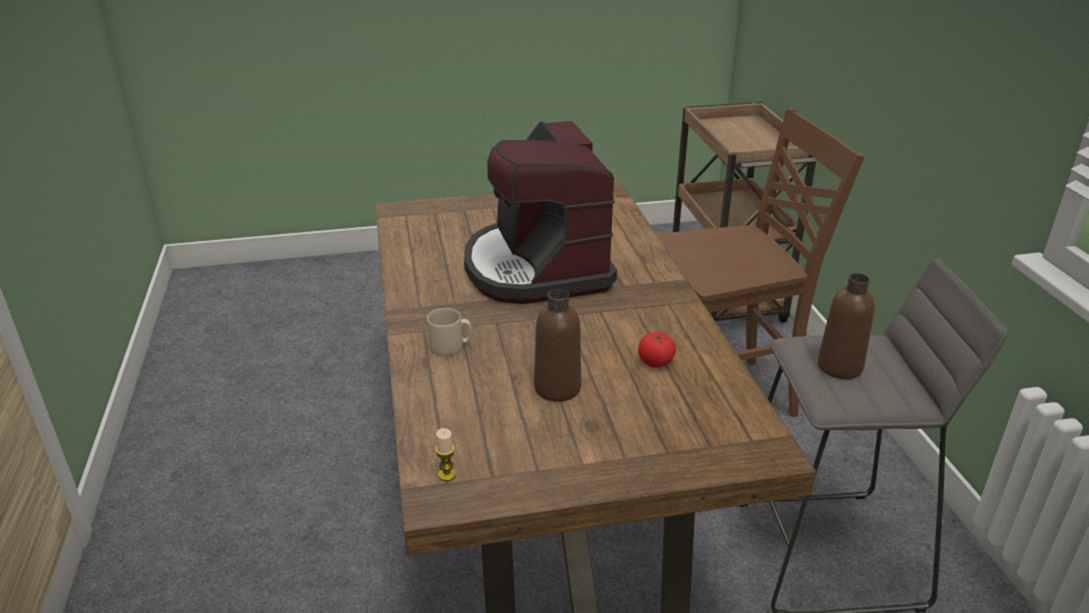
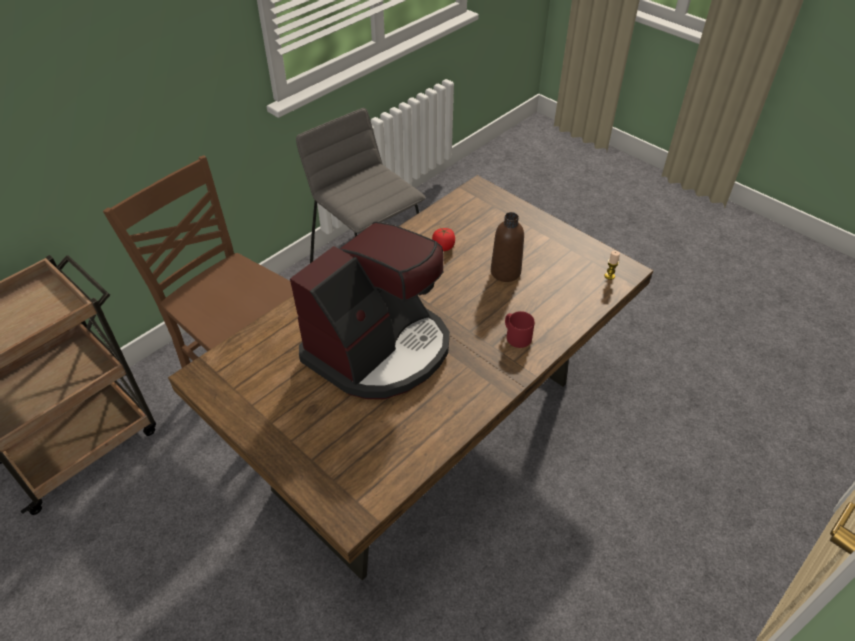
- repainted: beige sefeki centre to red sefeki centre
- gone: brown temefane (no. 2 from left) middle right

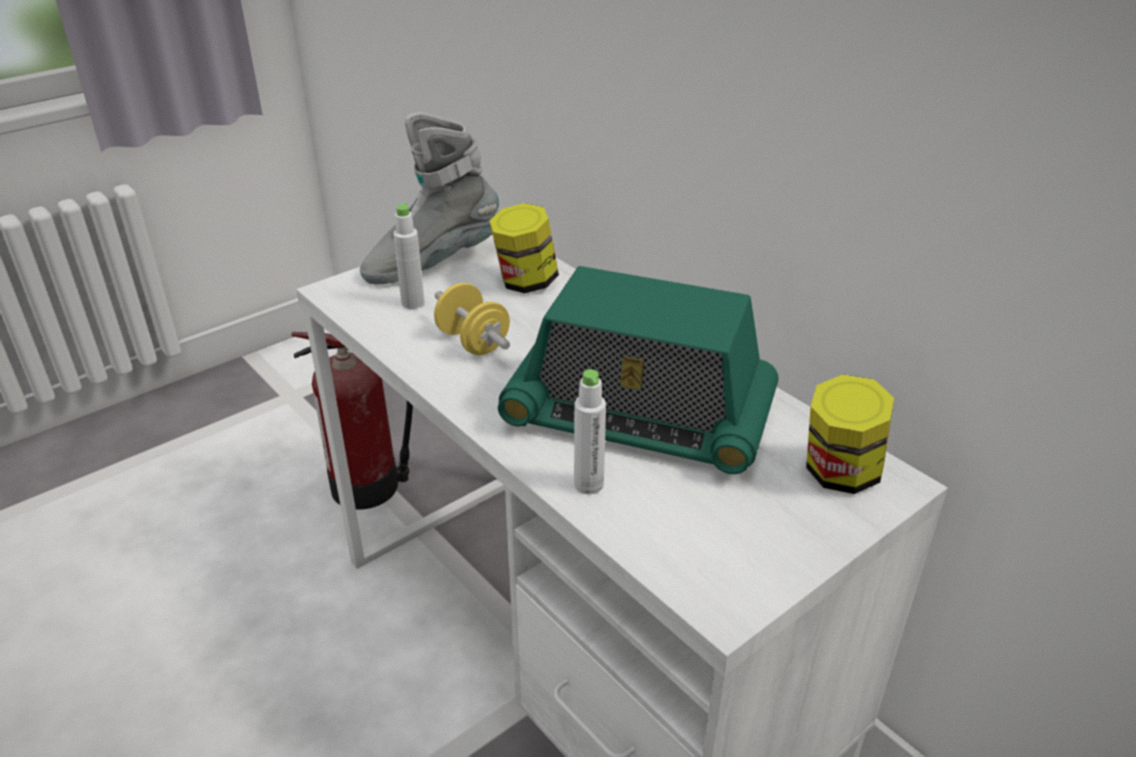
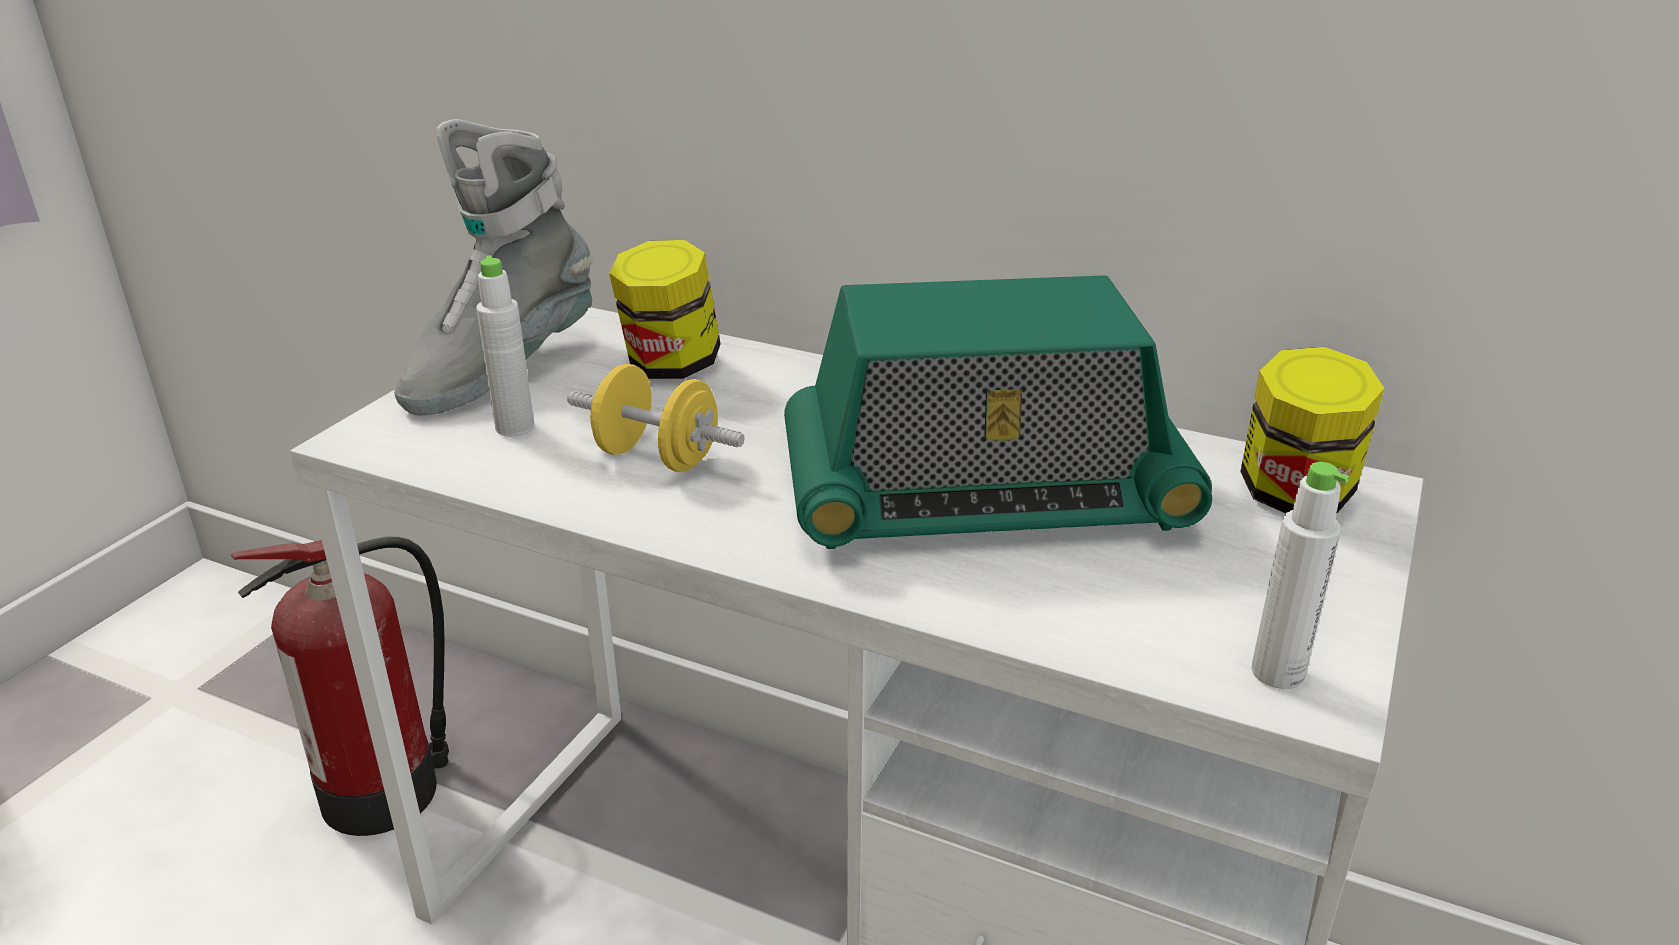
- shifted: white temefane (no. 2 from left) centre to middle right

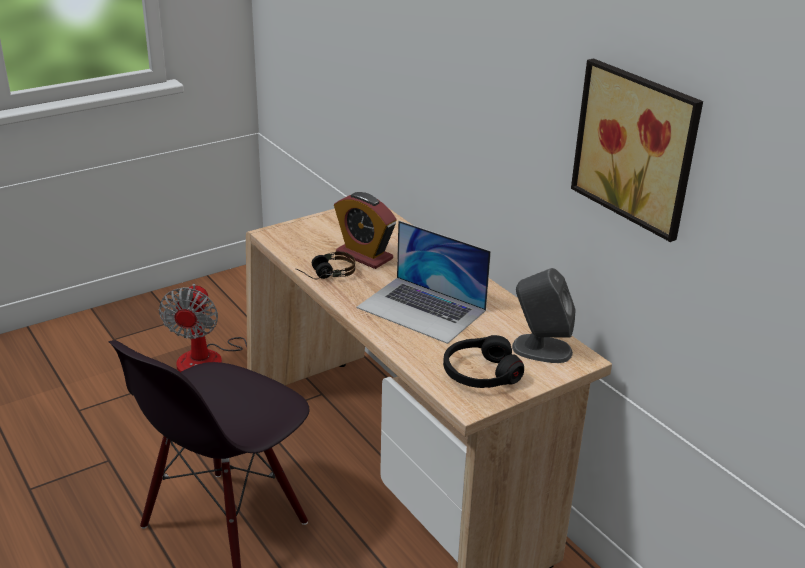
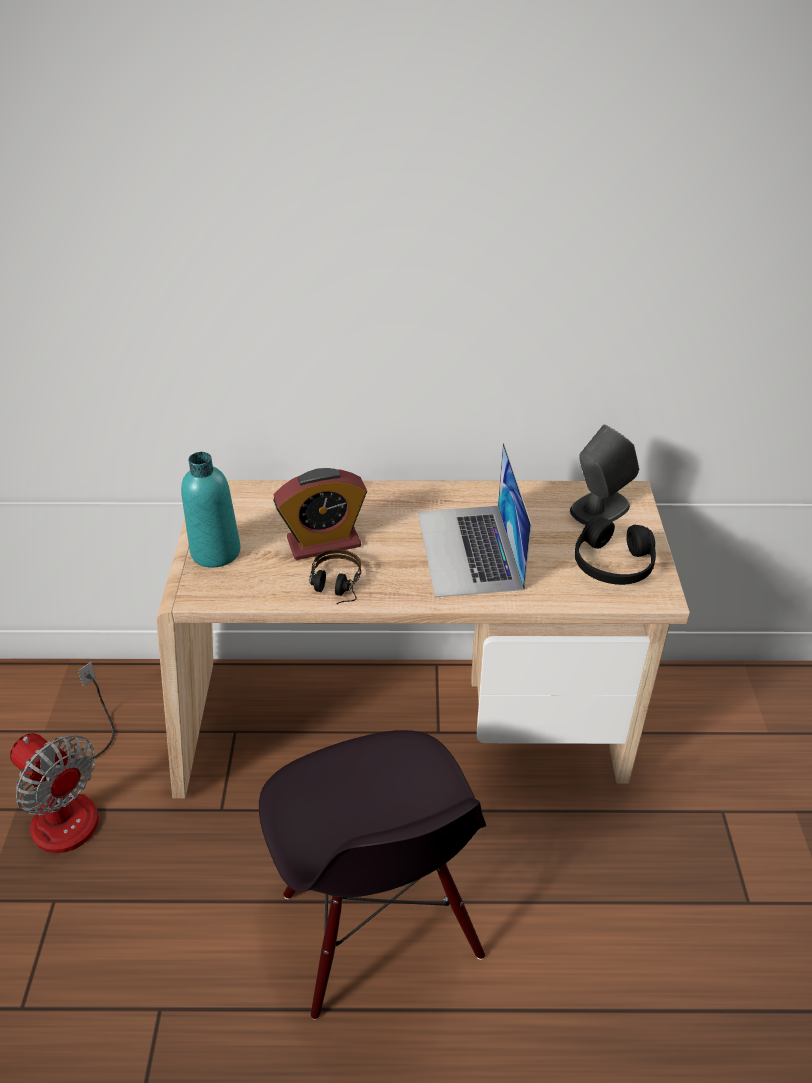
- rotated: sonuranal centre = centre 105 degrees clockwise
- gone: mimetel top right
- new: turquoise temefane middle left

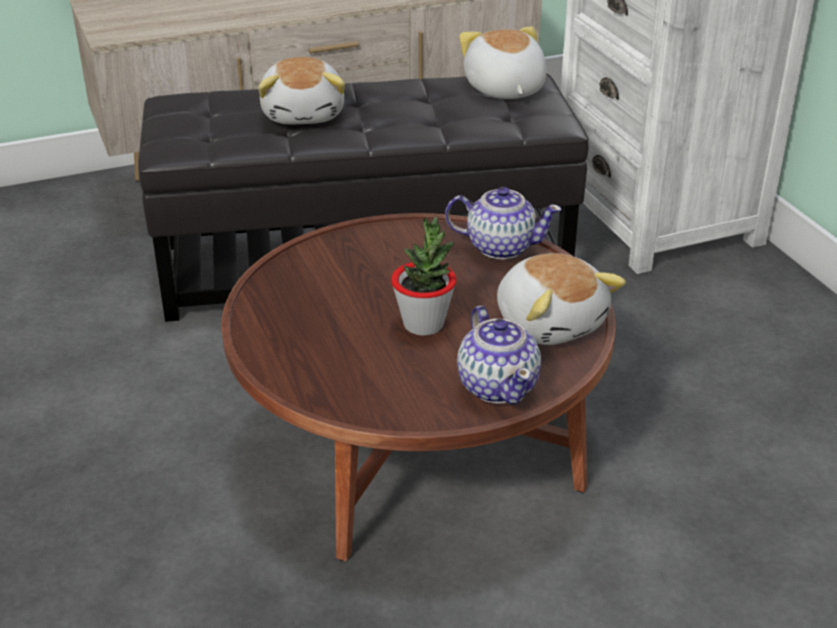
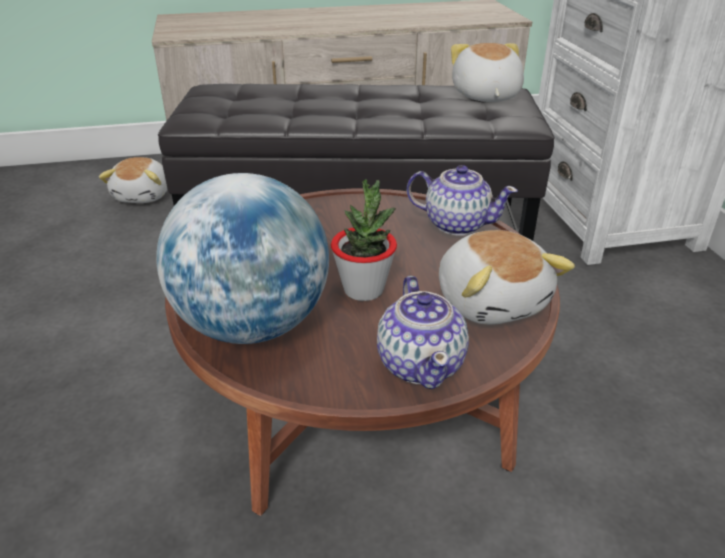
- shifted: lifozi (no. 1 from left) top centre to top left
- new: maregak centre

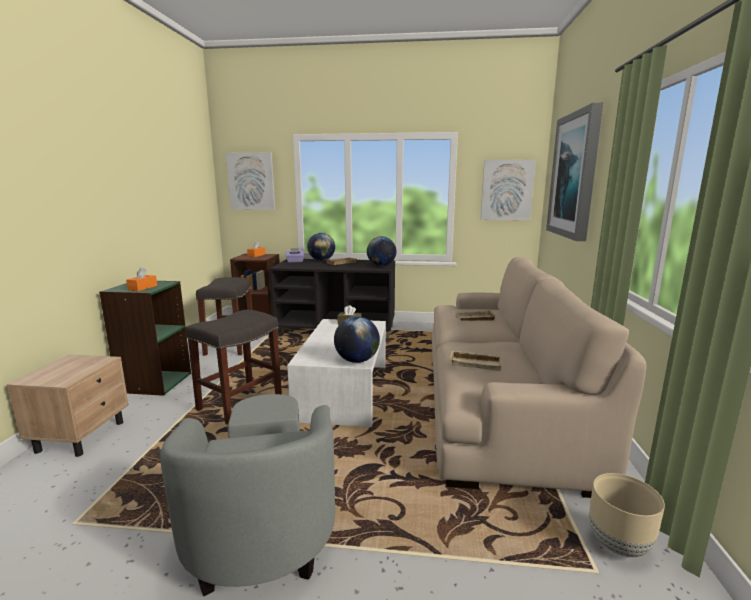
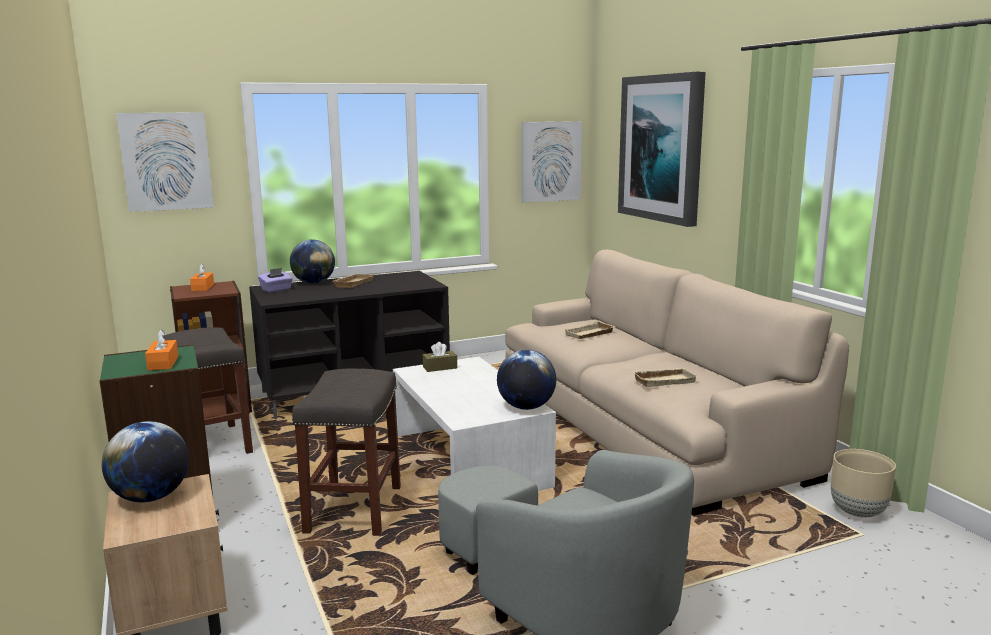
- shifted: maregak (no. 3 from left in the first image) centre to maregak (no. 1 from left) bottom left

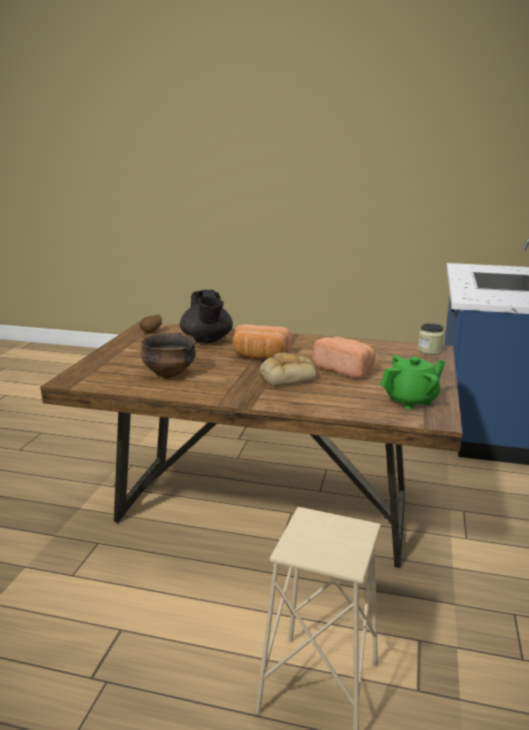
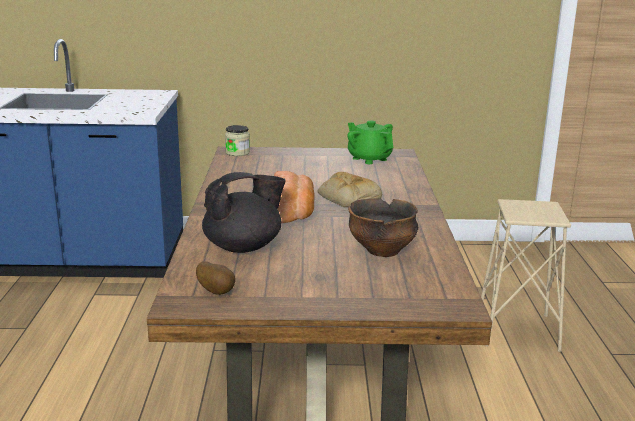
- gone: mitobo (no. 3 from left) centre

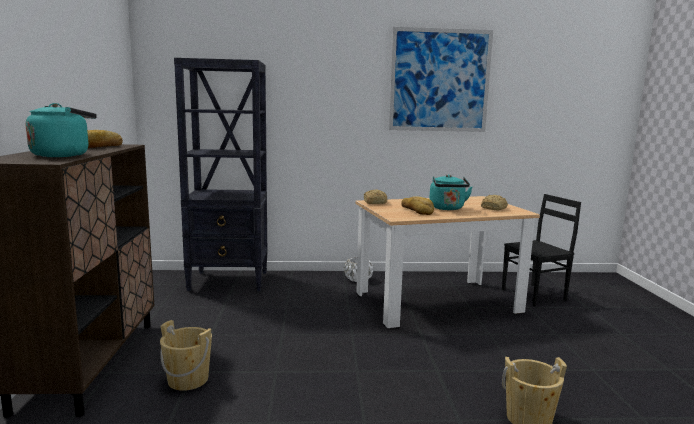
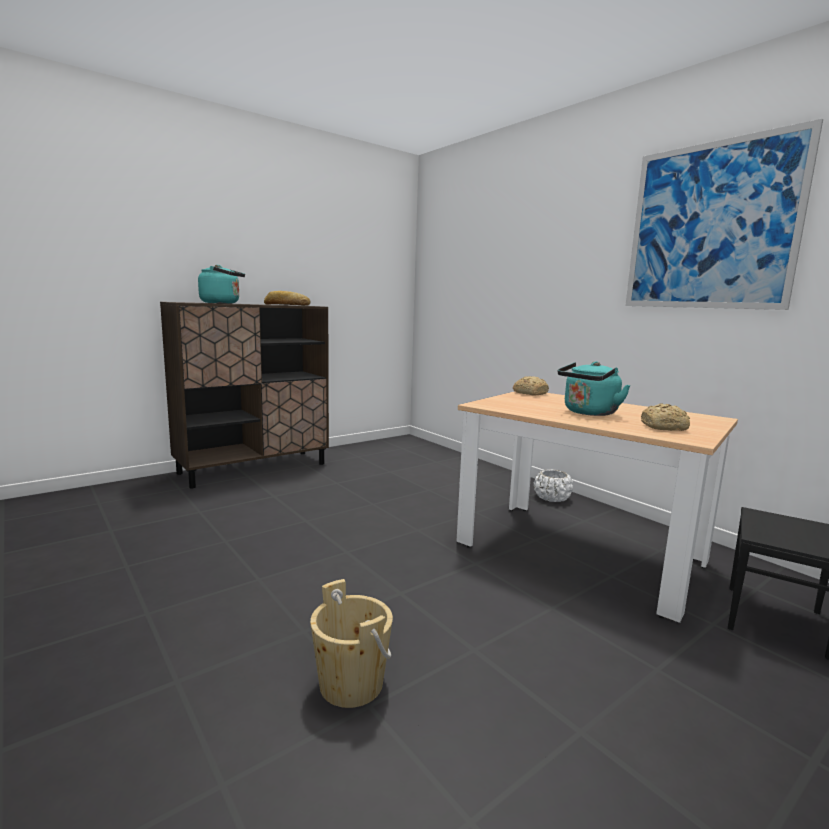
- gone: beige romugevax (no. 1 from left) bottom left
- gone: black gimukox middle left
- gone: mitobo (no. 3 from left) centre

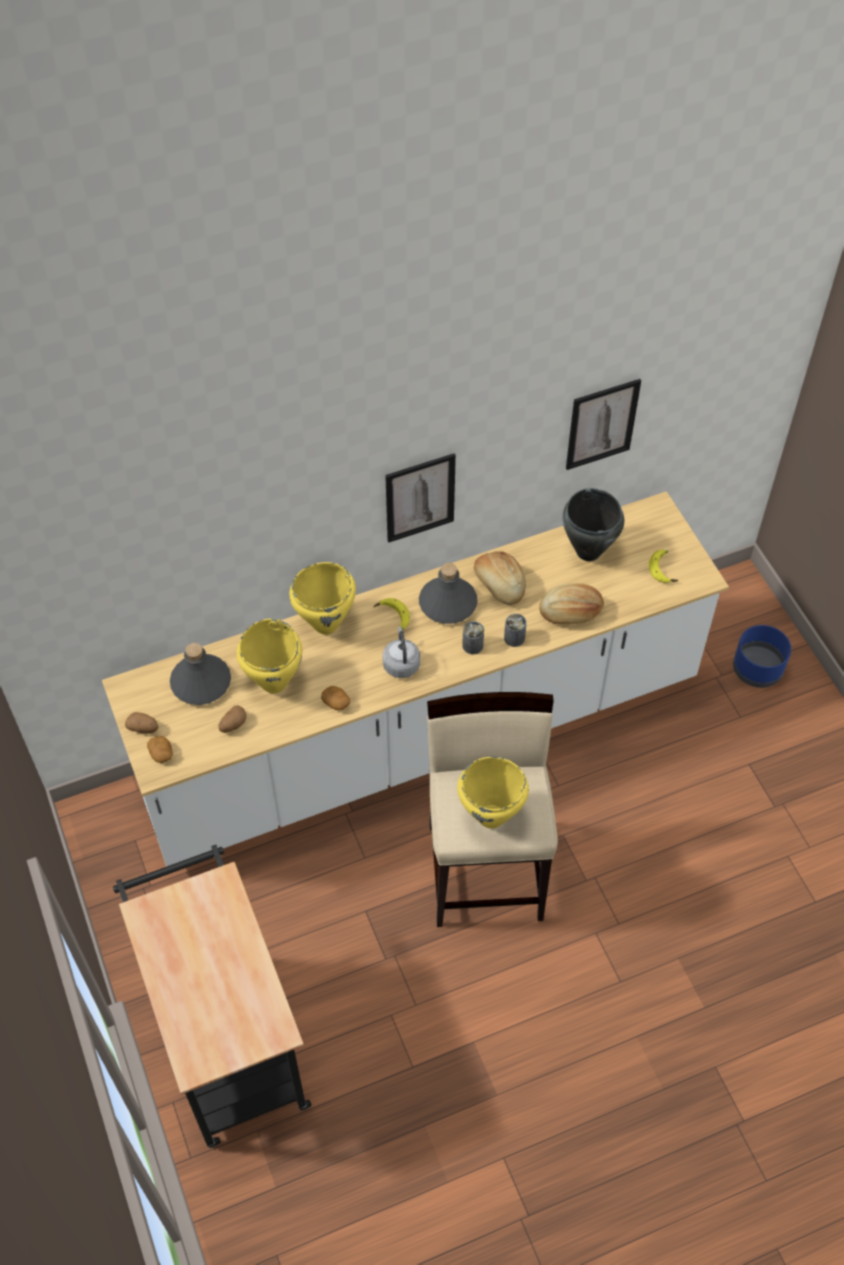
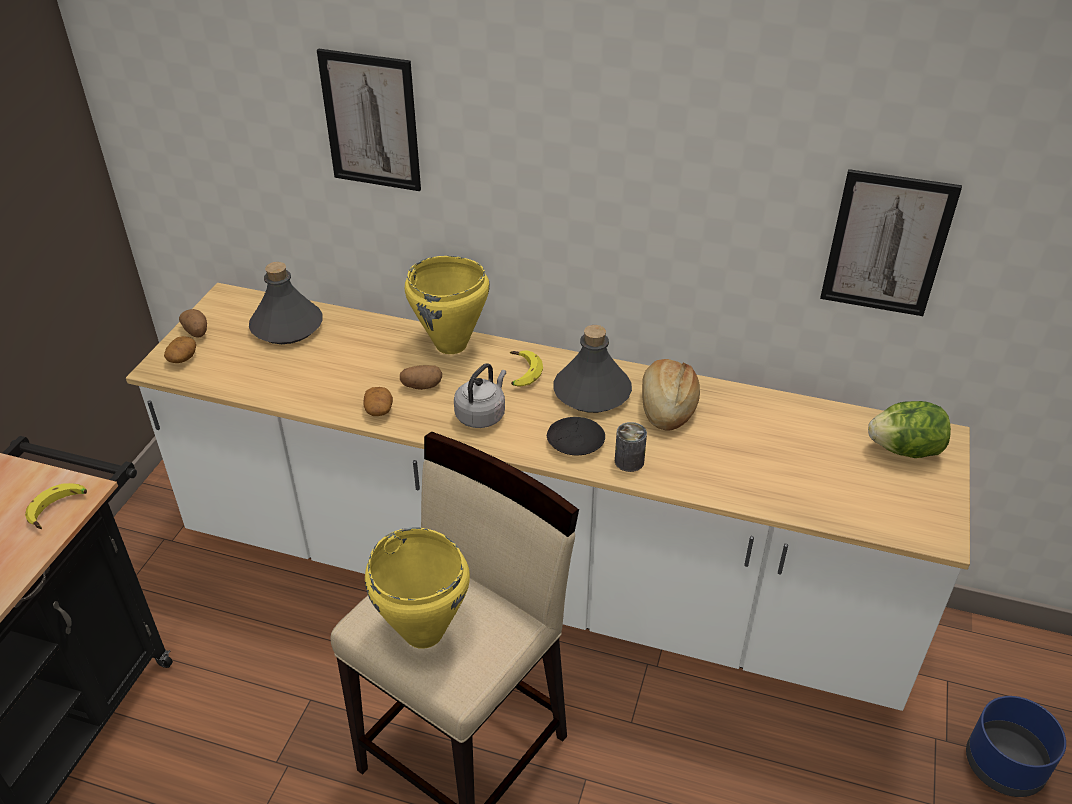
- shifted: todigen (no. 3 from left in the first image) middle left to todigen (no. 4 from left) centre
- gone: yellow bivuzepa (no. 1 from left) middle left
- shifted: mimetel (no. 1 from left) centre to top centre
- swapped: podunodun (no. 1 from left) centre to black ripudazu centre
- gone: mitobo (no. 2 from left) middle right
- gone: black bivuzepa middle right
- shifted: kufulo (no. 2 from left in the first image) middle right to kufulo (no. 1 from left) middle left
- new: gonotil middle right

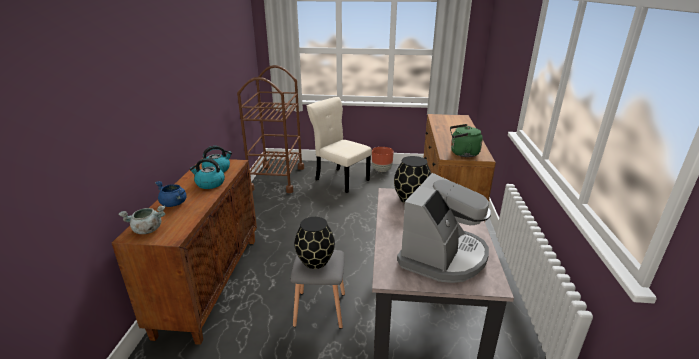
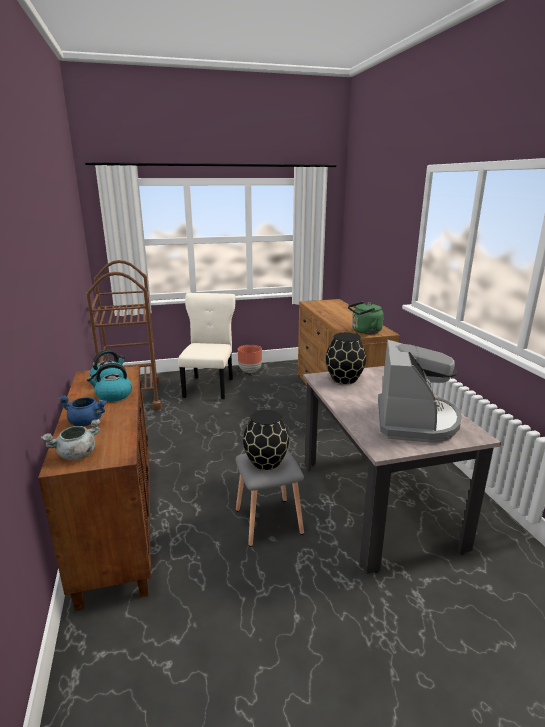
- rotated: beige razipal centre = centre 75 degrees clockwise

